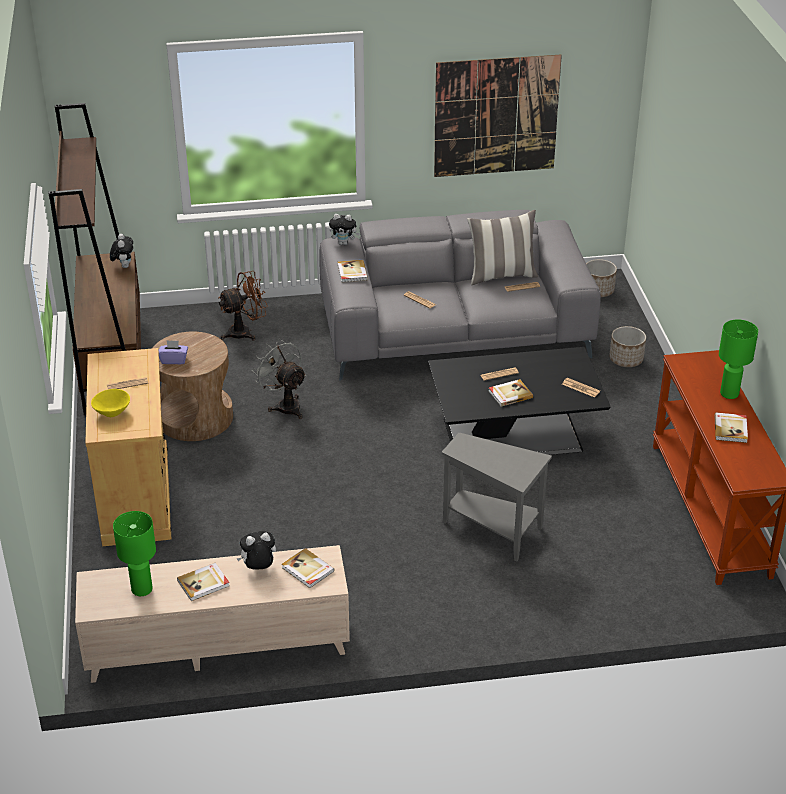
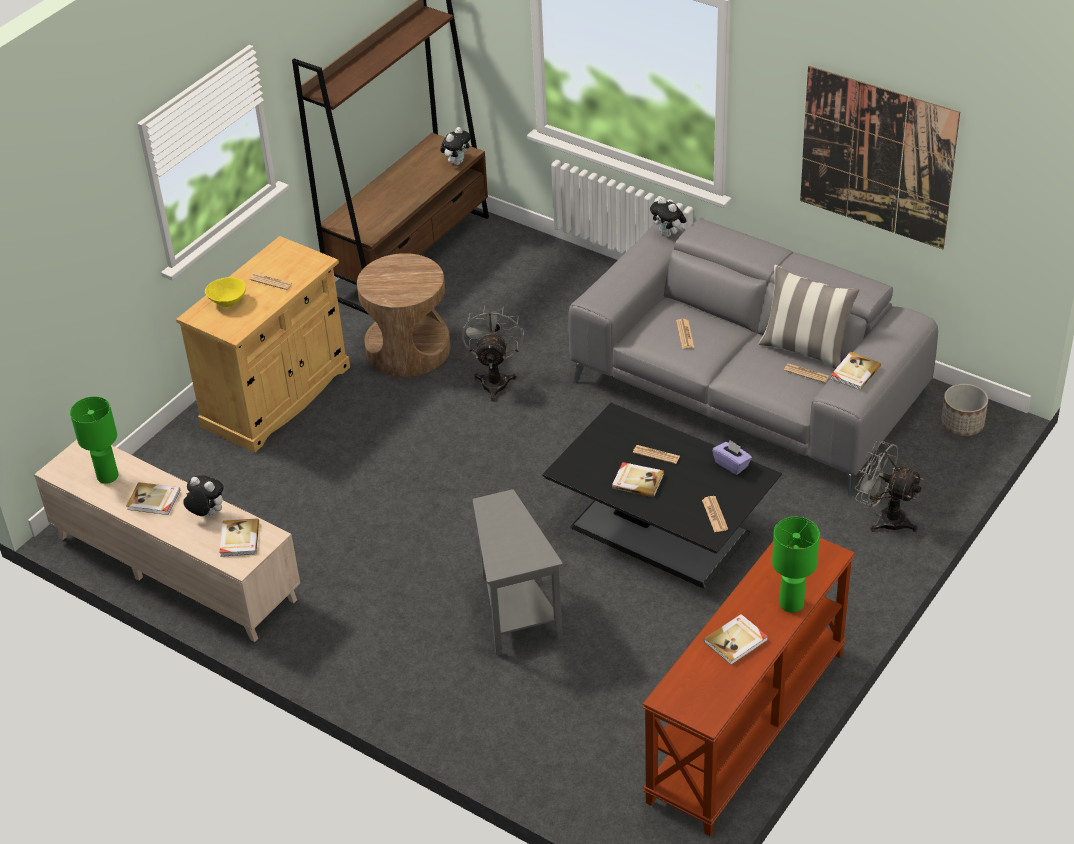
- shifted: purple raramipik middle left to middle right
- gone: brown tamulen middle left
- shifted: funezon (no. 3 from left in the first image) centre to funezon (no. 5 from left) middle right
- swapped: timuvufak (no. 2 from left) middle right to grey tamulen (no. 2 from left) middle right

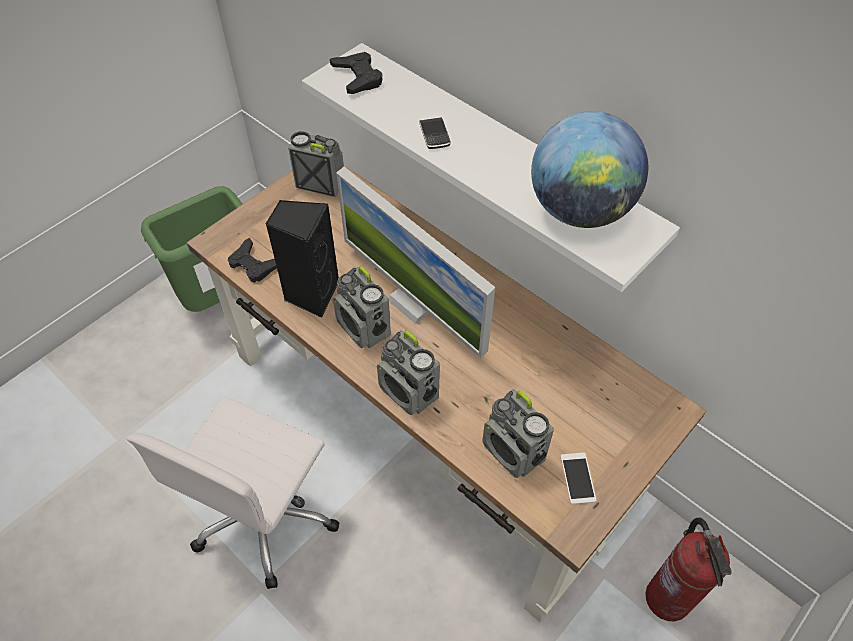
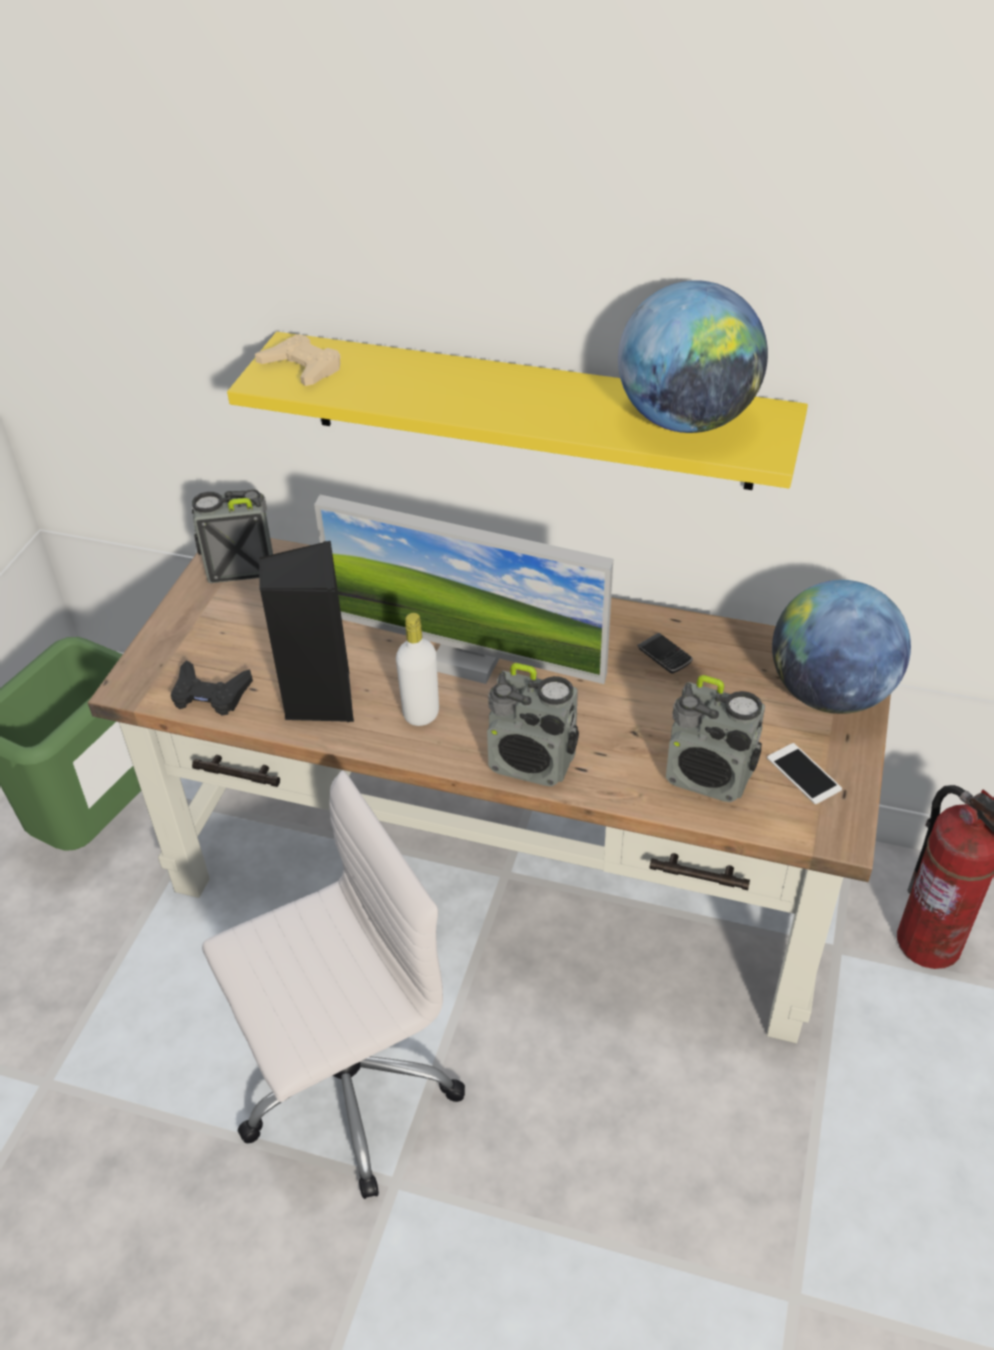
- rotated: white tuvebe bottom left = bottom centre 120 degrees counterclockwise
- repainted: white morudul top centre to yellow morudul top centre
- repainted: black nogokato (no. 2 from left) top centre to beige nogokato top left
- swapped: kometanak (no. 2 from left) centre to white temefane centre
- shifted: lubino (no. 1 from left) top centre to middle right
- new: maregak (no. 2 from left) middle right

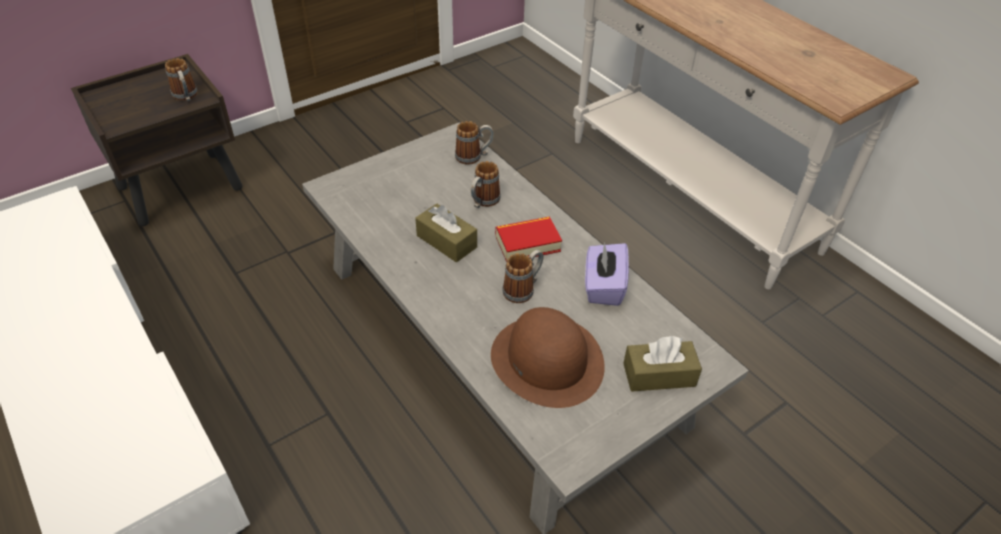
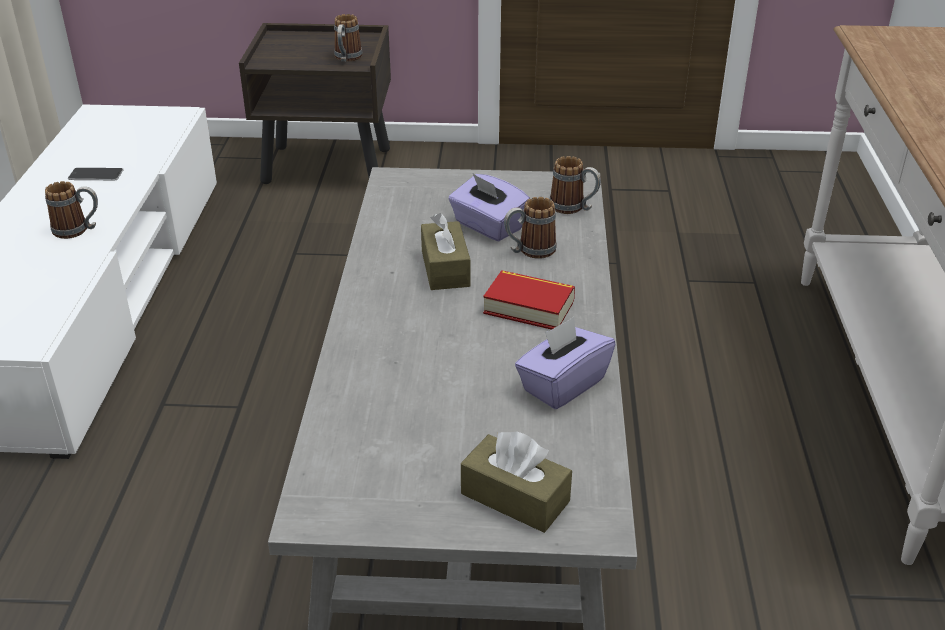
- gone: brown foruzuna bottom centre
- shifted: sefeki (no. 4 from left in the first image) centre to sefeki (no. 1 from left) middle left
- new: lubino top left
- new: purple raramipik (no. 1 from left) top centre

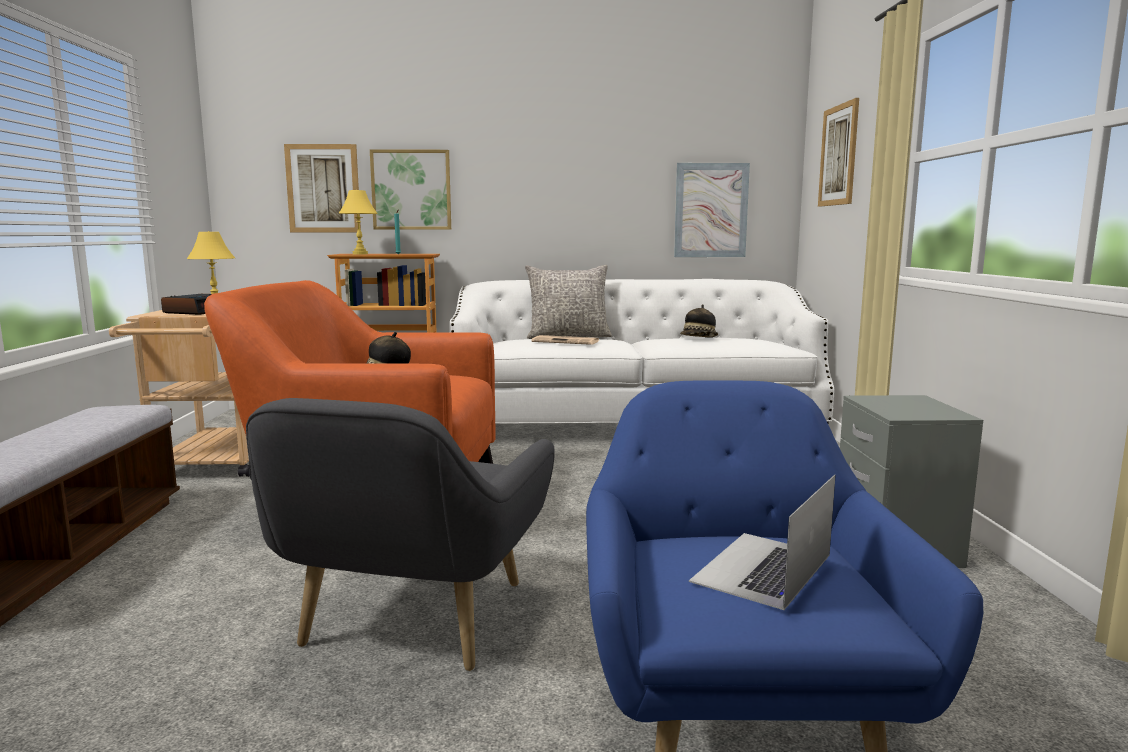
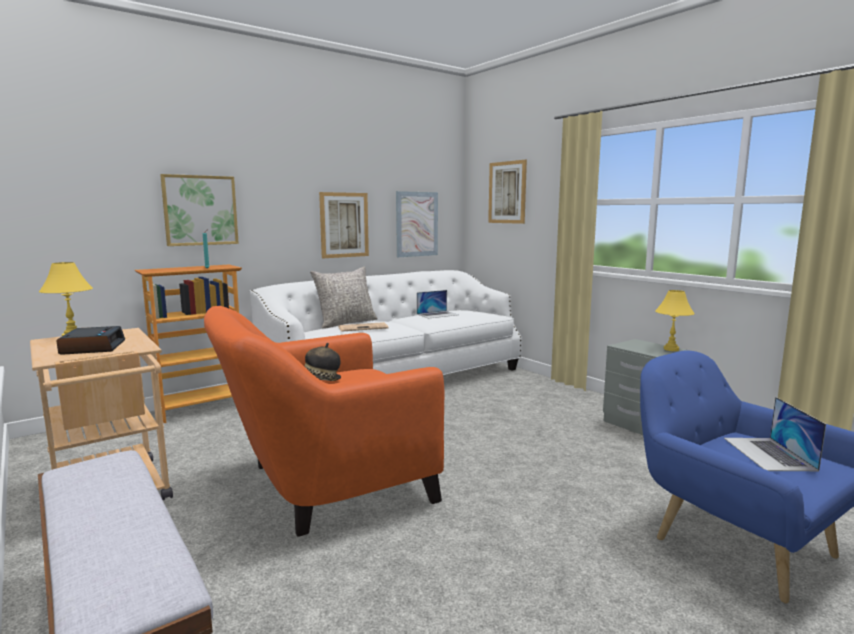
- gone: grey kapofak bottom centre
- shifted: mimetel (no. 1 from left in the first image) top left to mimetel (no. 2 from left) centre
- shifted: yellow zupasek (no. 2 from left) top left to middle right
- swapped: foruzuna (no. 2 from left) centre to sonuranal (no. 1 from left) centre

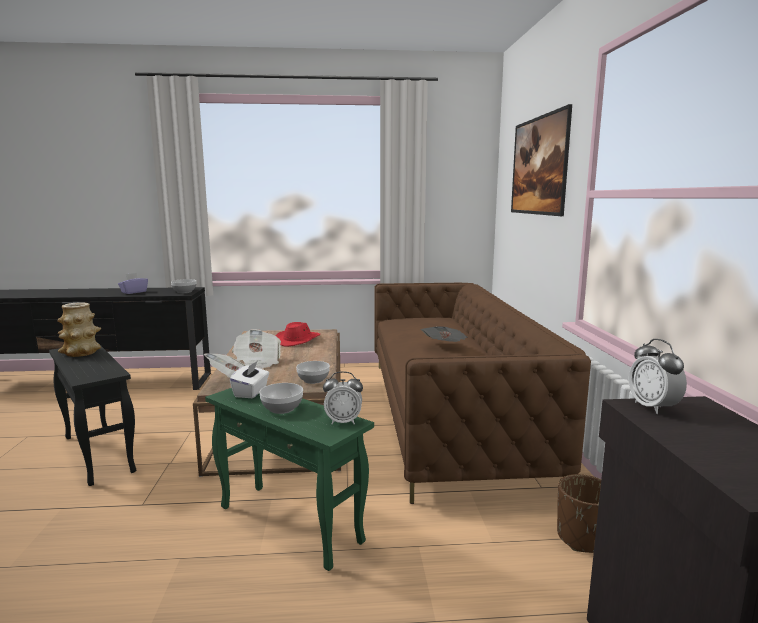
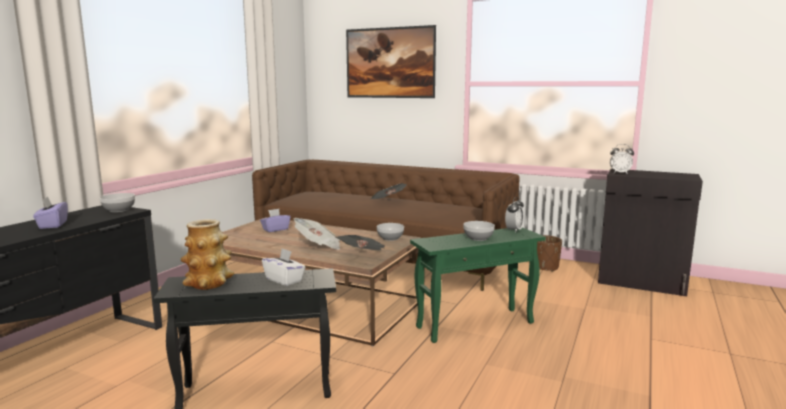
- shifted: white raramipik middle left to centre
- swapped: red foruzuna centre to purple raramipik (no. 2 from left) centre

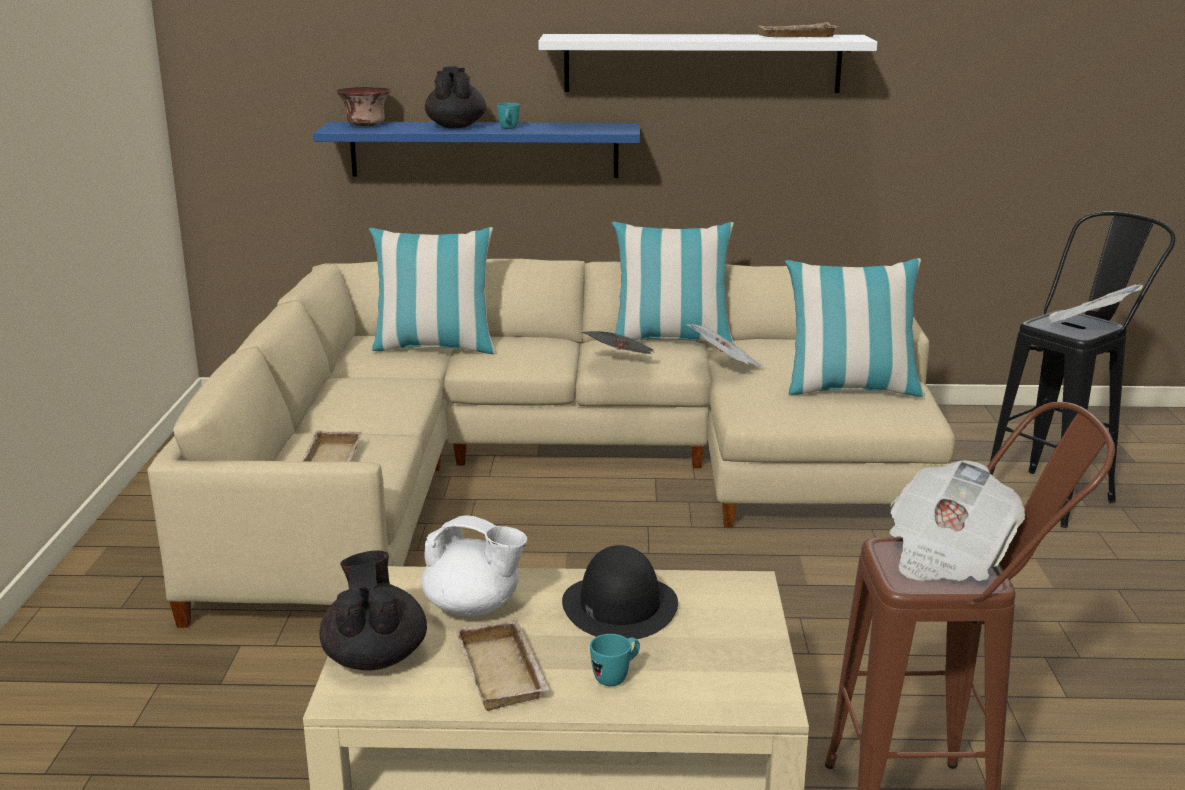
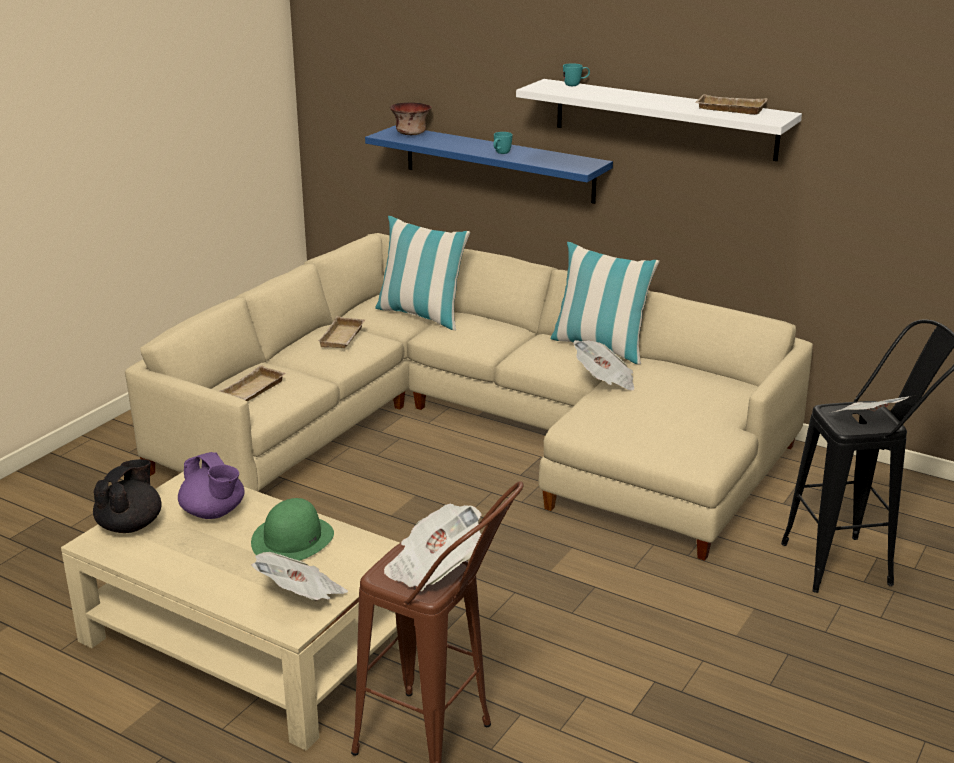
- repainted: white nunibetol bottom centre to purple nunibetol middle left
- gone: black nunibetol (no. 2 from left) top centre
- shifted: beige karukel (no. 2 from left) bottom centre to centre
- repainted: black foruzuna bottom centre to green foruzuna bottom left
- shifted: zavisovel (no. 1 from left) centre to bottom left
- shifted: turquoise sefeki (no. 2 from left) bottom centre to top centre
- gone: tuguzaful (no. 3 from left) middle right

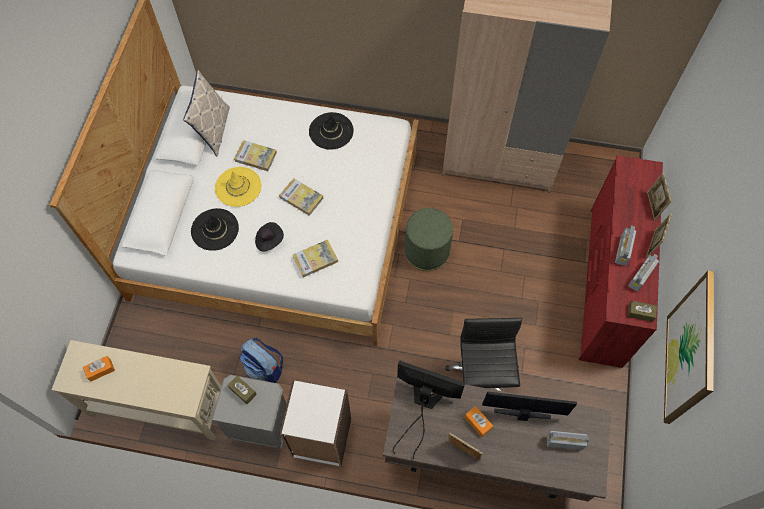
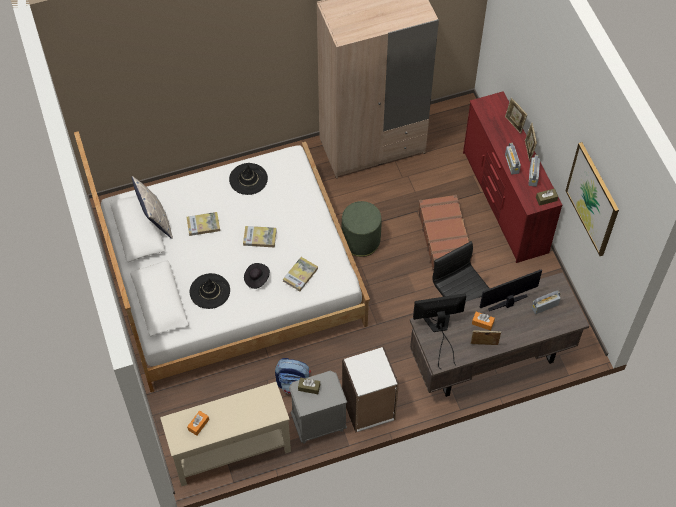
- gone: yellow foruzuna middle left
- new: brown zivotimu centre

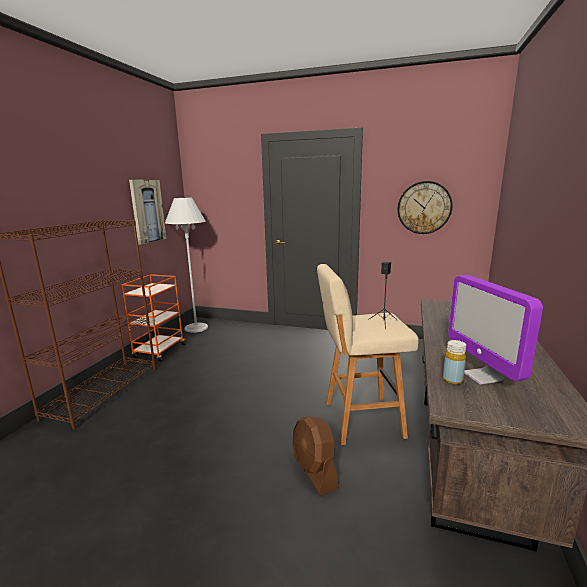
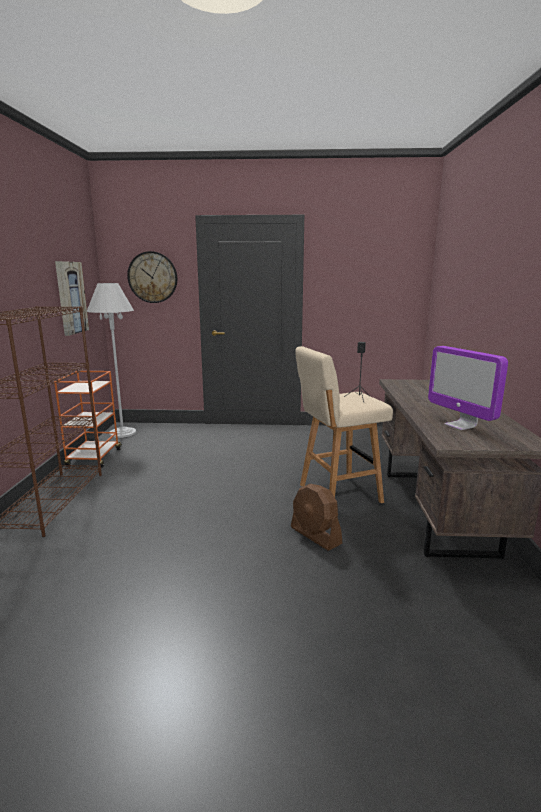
- shifted: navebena middle right to middle left
- gone: yellow temefane middle right

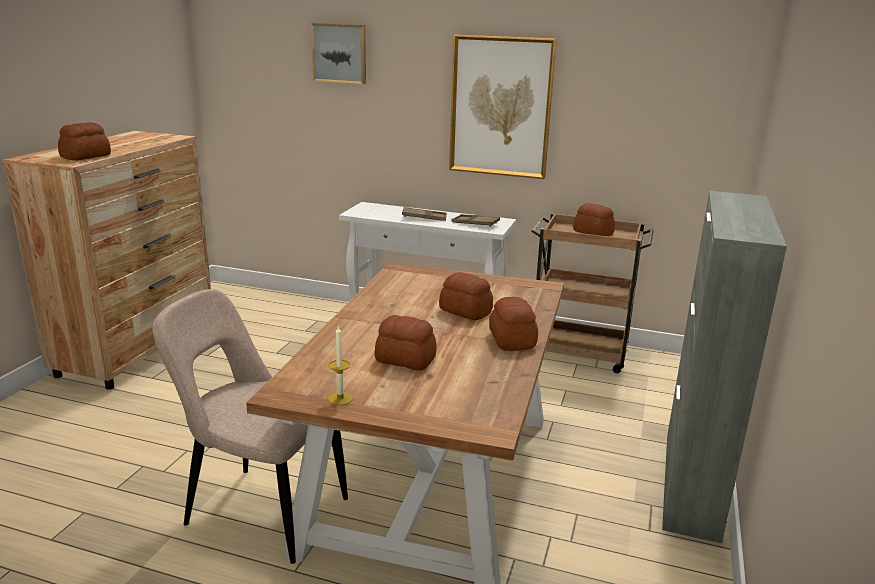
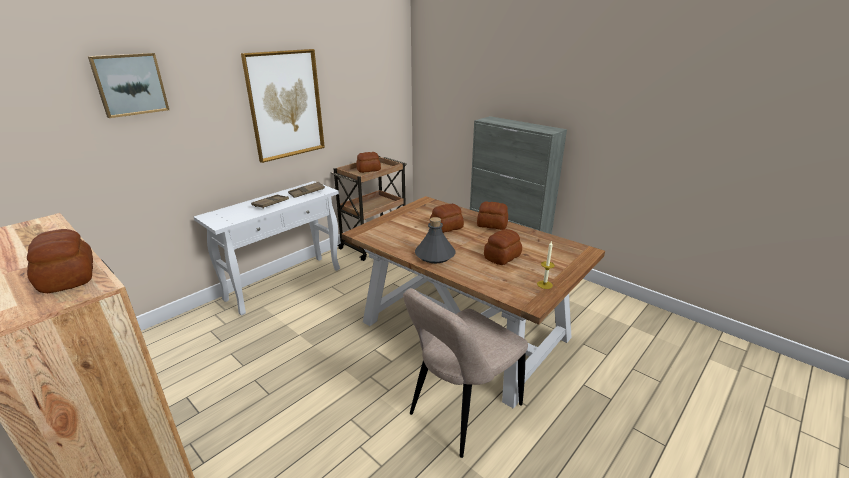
- new: grey temefane centre

